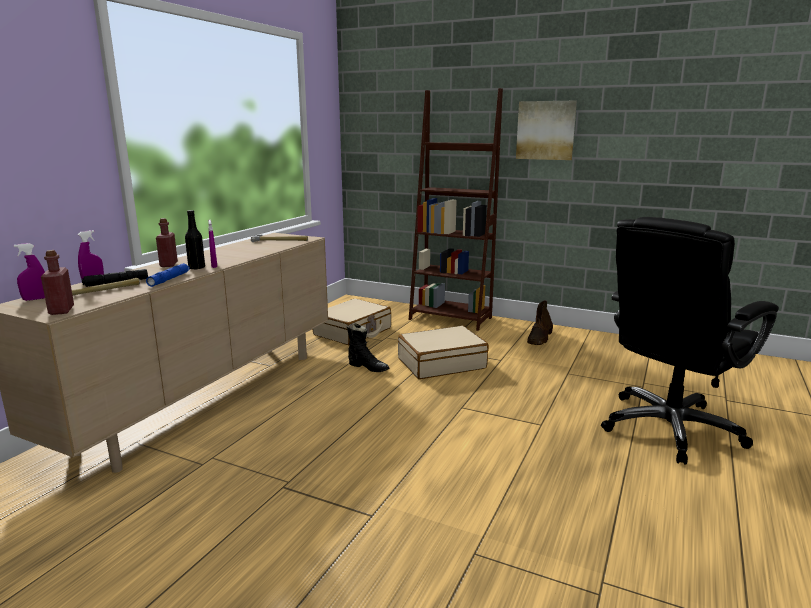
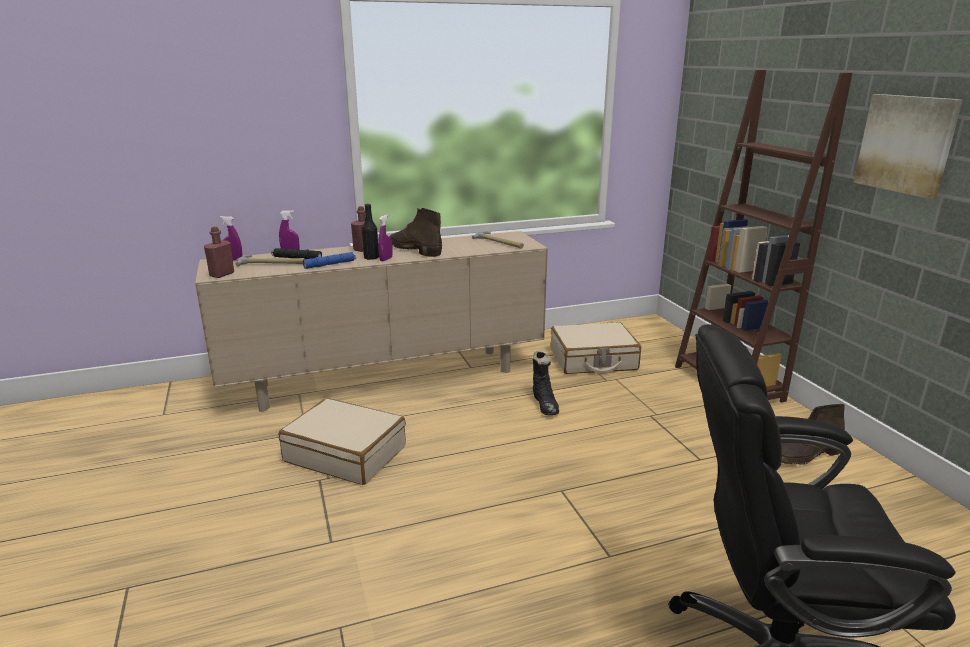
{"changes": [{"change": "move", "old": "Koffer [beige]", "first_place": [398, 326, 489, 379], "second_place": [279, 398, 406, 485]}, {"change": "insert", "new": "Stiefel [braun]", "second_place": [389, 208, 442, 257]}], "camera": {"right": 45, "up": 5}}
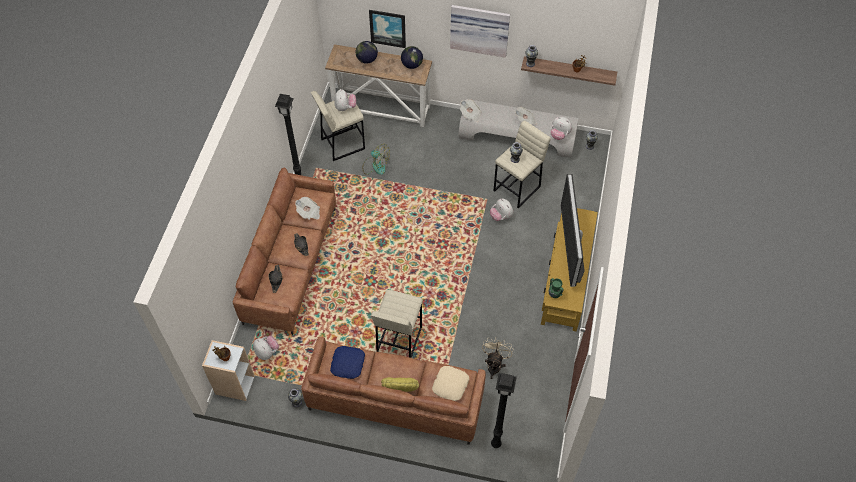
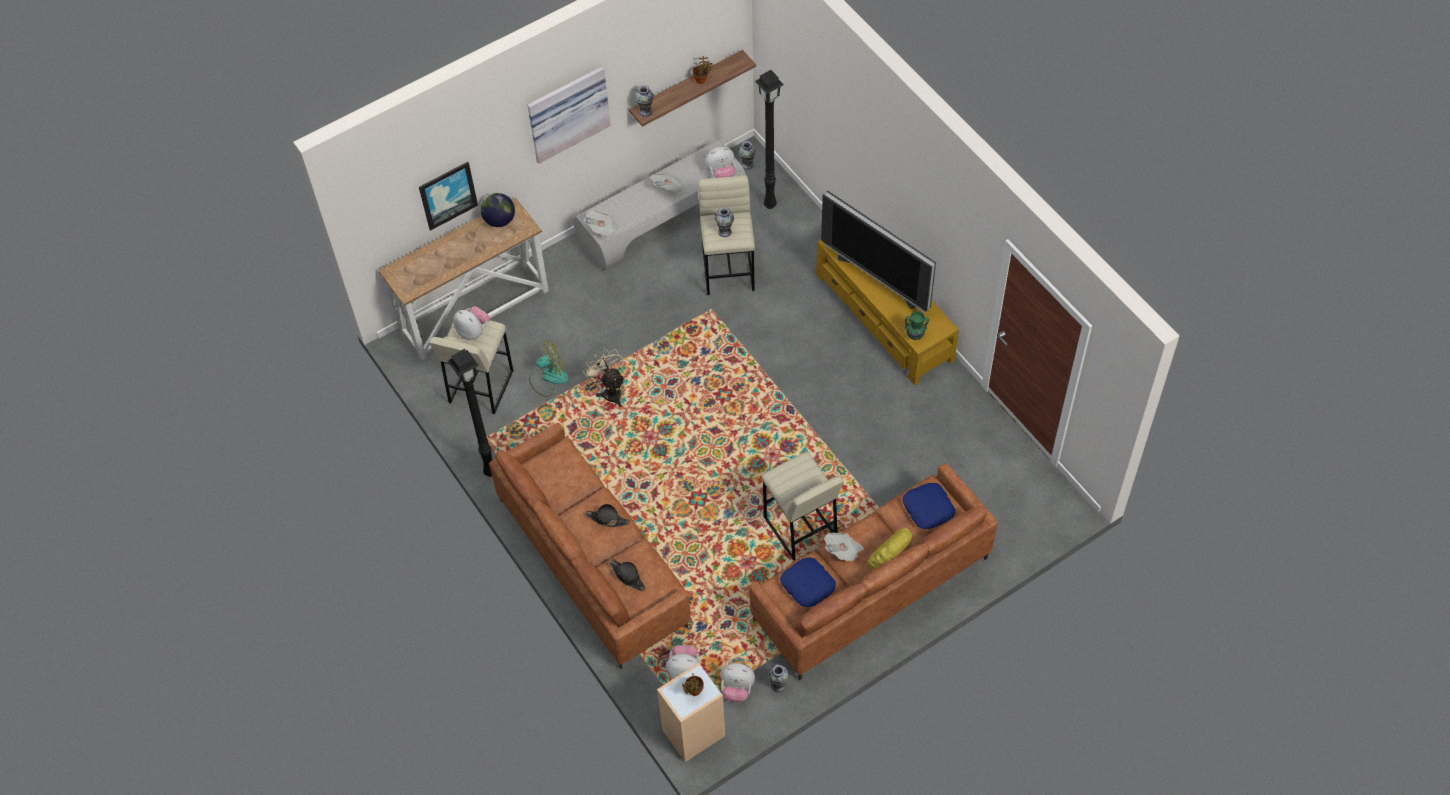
{"changes": [{"change": "move", "old": "Ventilator [beige]", "first_place": [482, 337, 513, 379], "second_place": [583, 349, 625, 407]}, {"change": "move", "old": "Plüschtier", "first_place": [490, 199, 513, 221], "second_place": [720, 663, 755, 702]}, {"change": "move", "old": "Stehlampe [schwarz]", "first_place": [491, 373, 517, 448], "second_place": [755, 70, 784, 209]}, {"change": "move", "old": "Zeitung", "first_place": [295, 197, 320, 220], "second_place": [824, 533, 864, 561]}, {"change": "recolor", "old": "Kissen [beige]", "new": "Kissen [blau]", "first_place": [432, 366, 469, 401], "second_place": [902, 483, 955, 529]}, {"change": "delete", "old": "Globus", "first_place": [356, 41, 378, 64]}], "camera": {"right": -45, "up": 0}}
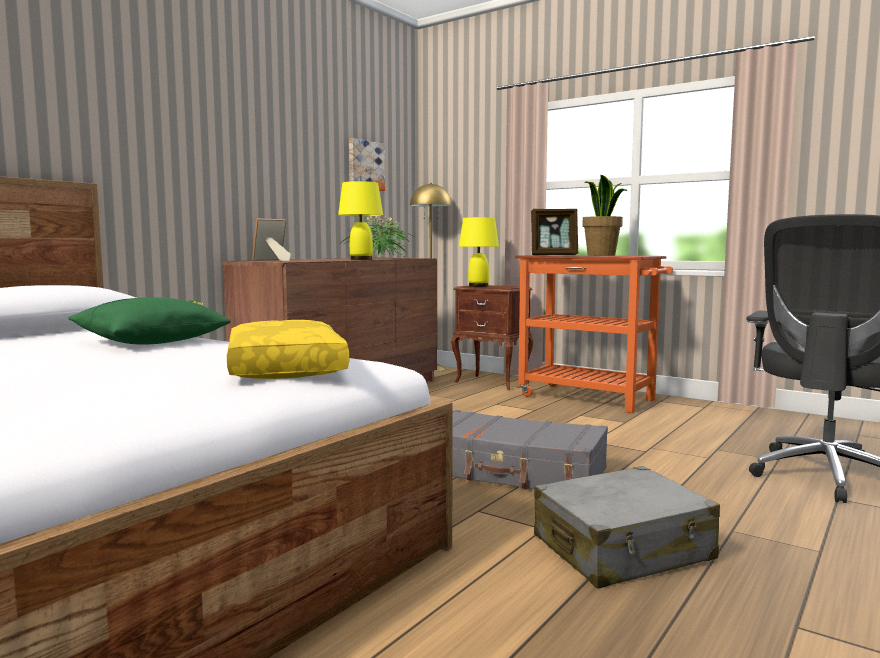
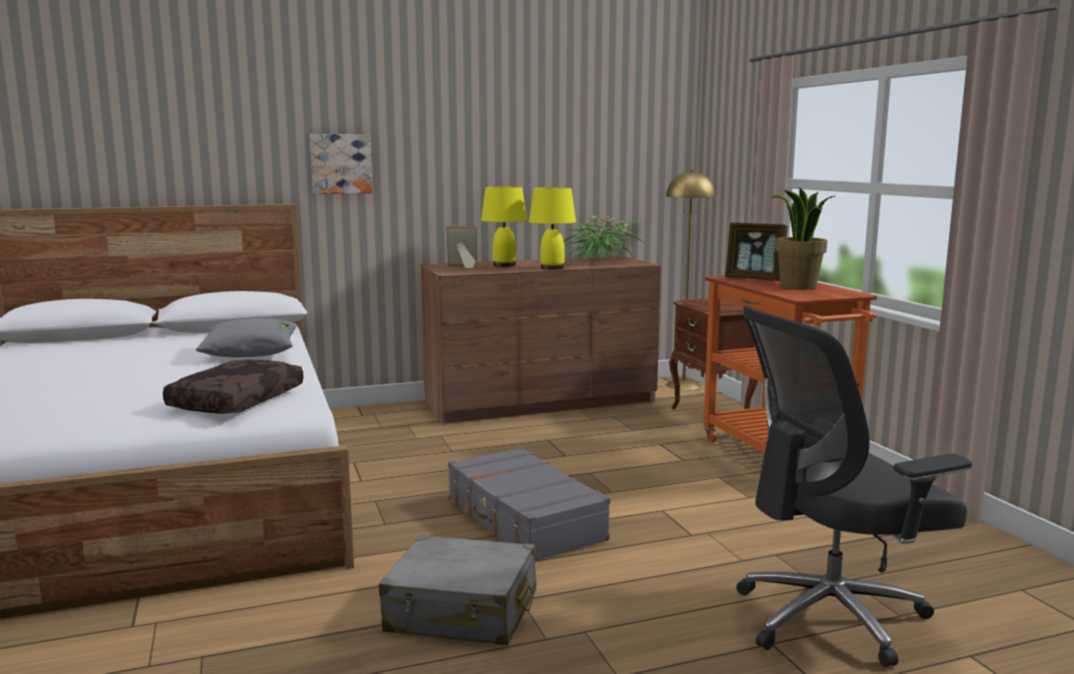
{"changes": [{"change": "recolor", "old": "Kissen [gelb]", "new": "Kissen [braun]", "first_place": [227, 320, 349, 379], "second_place": [163, 359, 304, 414]}, {"change": "recolor", "old": "Kissen [grün]", "new": "Kissen [grau]", "first_place": [68, 297, 231, 345], "second_place": [196, 317, 297, 358]}, {"change": "move", "old": "Bild", "first_place": [349, 138, 385, 191], "second_place": [310, 134, 372, 194]}, {"change": "move", "old": "Tischlampe [gelb]", "first_place": [459, 217, 499, 287], "second_place": [481, 187, 527, 267]}], "camera": {"right": 35, "up": 5}}
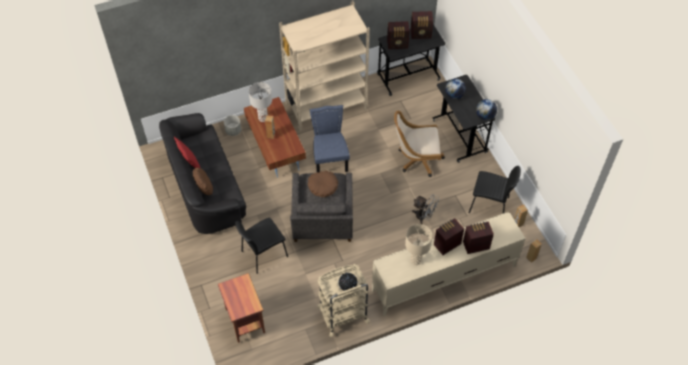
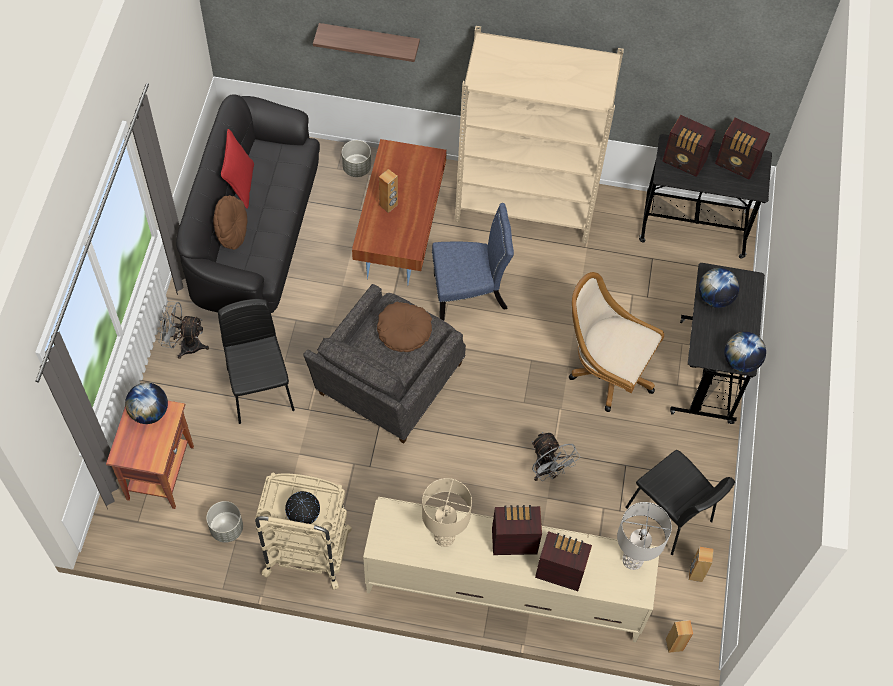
{"changes": [{"change": "insert", "new": "Globus", "second_place": [125, 383, 168, 424]}, {"change": "insert", "new": "Ventilator [grau]", "second_place": [158, 301, 209, 359]}, {"change": "insert", "new": "Pflanzkübel [grau]", "second_place": [206, 501, 243, 543]}, {"change": "rotate", "old": "Stuhl [schwarz]", "first_place": [235, 218, 288, 274], "second_place": [218, 299, 295, 424], "degrees": 75}, {"change": "insert", "new": "Wandregal", "second_place": [313, 23, 420, 62]}, {"change": "rotate", "old": "Stuhl [blau]", "first_place": [310, 105, 350, 172], "second_place": [432, 203, 514, 321], "degrees": 60}, {"change": "move", "old": "Tischlampe [weiß]", "first_place": [249, 82, 272, 122], "second_place": [617, 502, 672, 570]}], "camera": {"right": 30, "up": 5}}
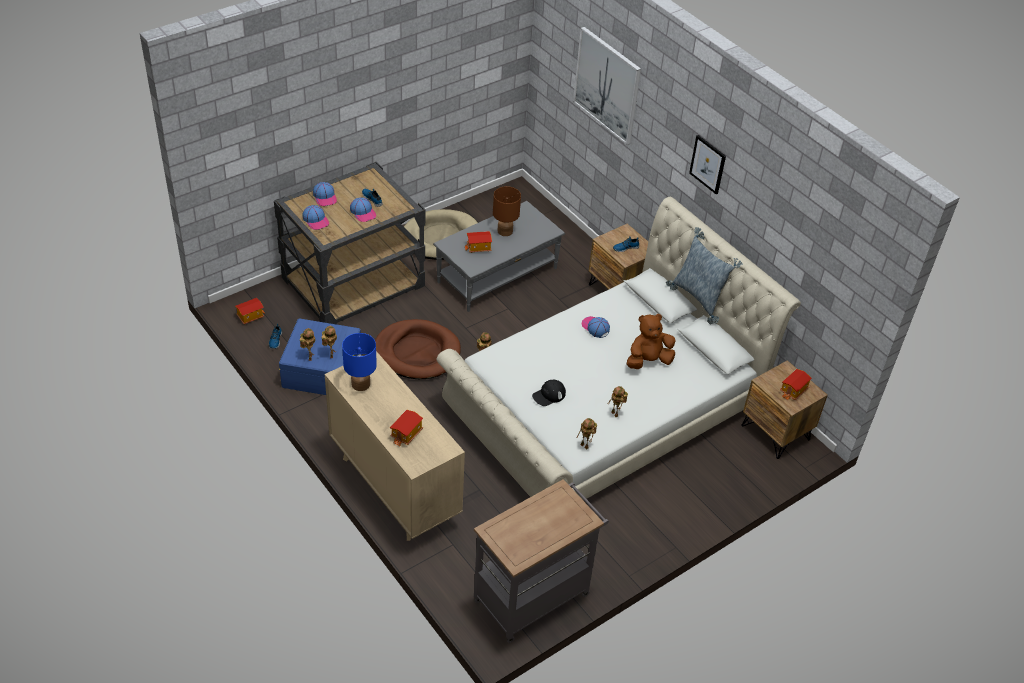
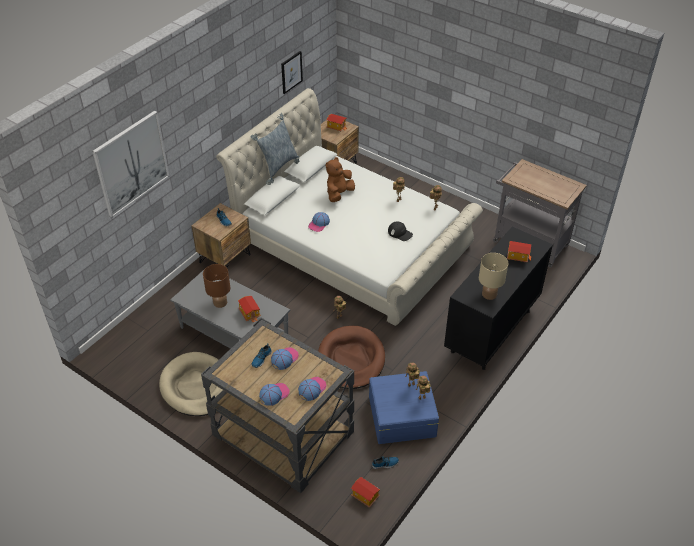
{"changes": [{"change": "move", "old": "Bild", "first_place": [689, 135, 726, 194], "second_place": [281, 51, 303, 94]}, {"change": "rotate", "old": "Plüschtier [braun]", "first_place": [627, 314, 676, 369], "second_place": [326, 157, 355, 202], "degrees": 75}, {"change": "recolor", "old": "Kommode [beige]", "new": "Kommode [schwarz]", "first_place": [325, 351, 465, 541], "second_place": [444, 227, 553, 370]}, {"change": "recolor", "old": "Tischlampe [blau]", "new": "Tischlampe [beige]", "first_place": [342, 333, 377, 391], "second_place": [479, 253, 508, 300]}], "camera": {"right": -105, "up": 0}}
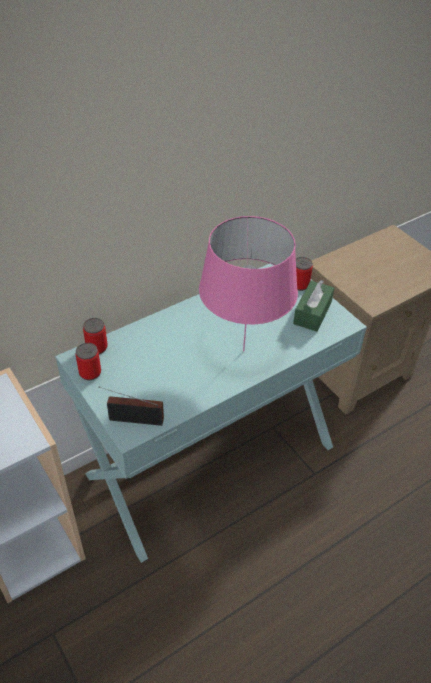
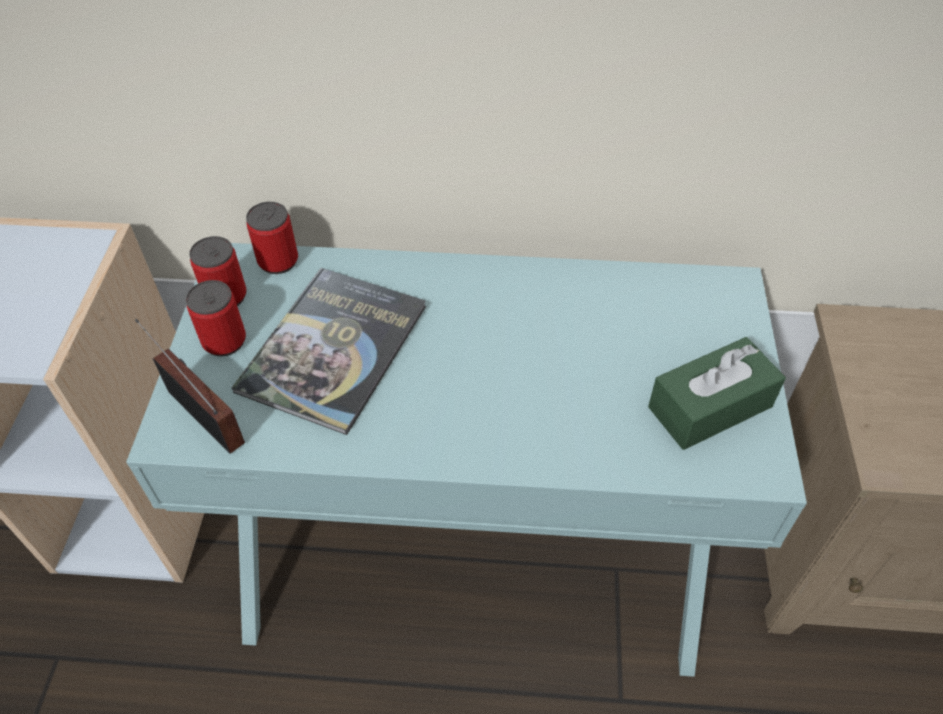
{"changes": [{"change": "move", "old": "Dose", "first_place": [296, 257, 313, 291], "second_place": [186, 280, 246, 356]}, {"change": "insert", "new": "Buch", "second_place": [232, 268, 426, 435]}, {"change": "delete", "old": "Tischlampe [rosa]", "first_place": [199, 216, 298, 352]}], "camera": {"right": 40, "up": 5}}
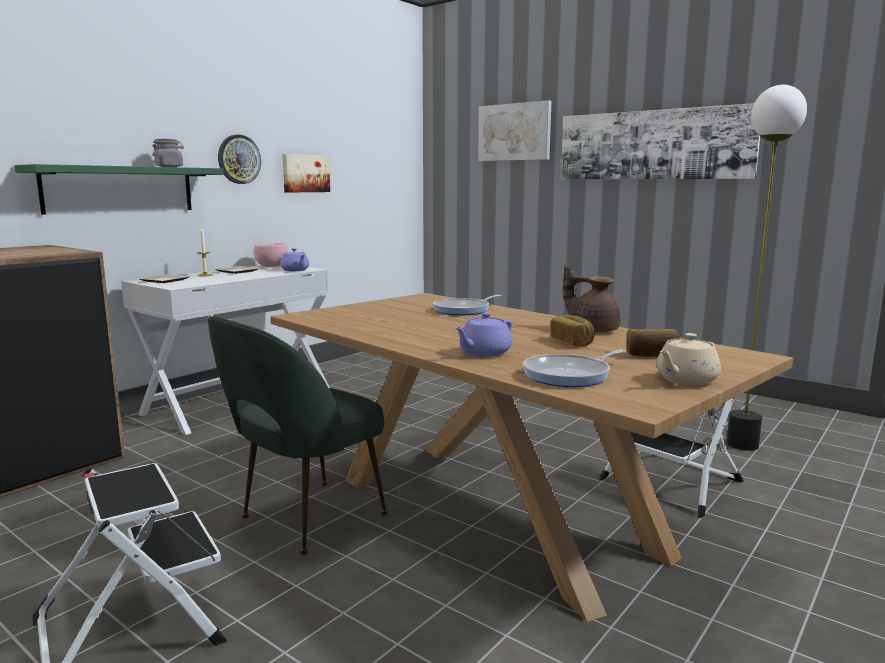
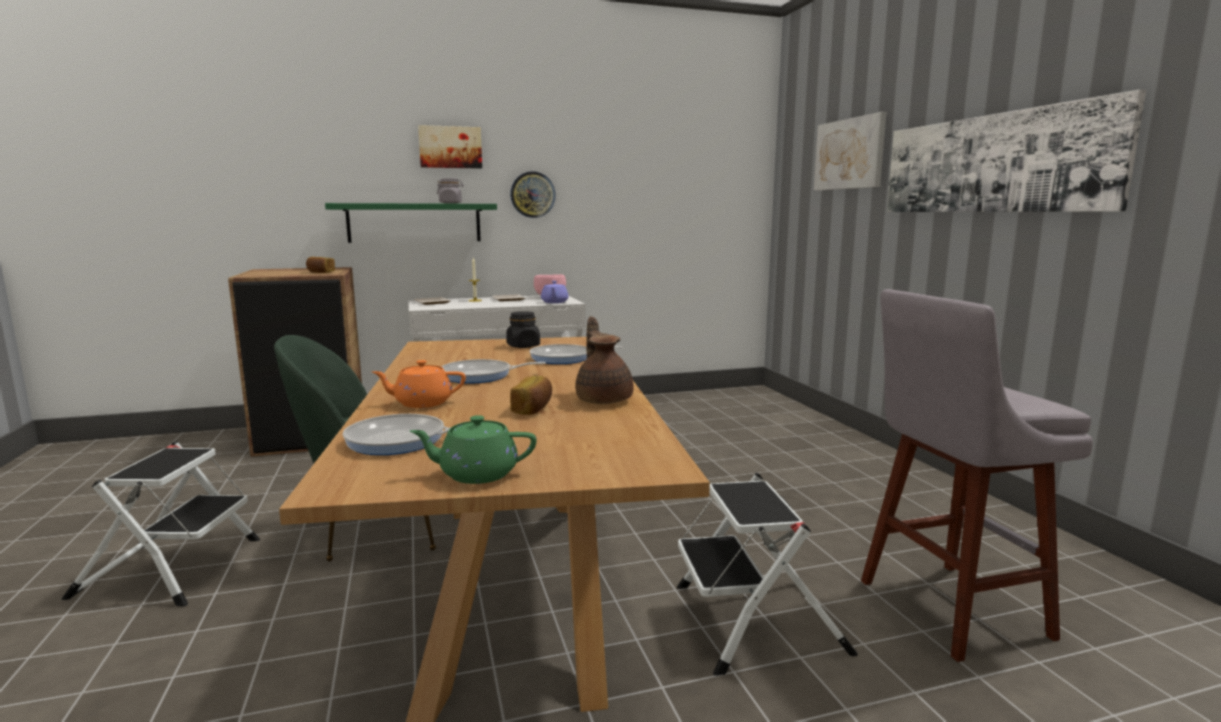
{"changes": [{"change": "move", "old": "Brot", "first_place": [627, 329, 680, 357], "second_place": [306, 257, 335, 273]}, {"change": "recolor", "old": "Teekanne [lila]", "new": "Teekanne [orange]", "first_place": [455, 312, 512, 357], "second_place": [372, 360, 466, 408]}, {"change": "recolor", "old": "Teekanne [beige]", "new": "Teekanne [grün]", "first_place": [656, 333, 721, 385], "second_place": [410, 415, 537, 484]}, {"change": "move", "old": "Bild", "first_place": [283, 154, 330, 193], "second_place": [418, 125, 482, 169]}, {"change": "insert", "new": "Pfanne", "second_place": [441, 359, 546, 384]}, {"change": "insert", "new": "Vorratsglas [schwarz]", "second_place": [506, 311, 540, 348]}, {"change": "replace", "old": "Stehlampe", "new": "Hocker [grau]", "first_place": [727, 85, 807, 451], "second_place": [861, 289, 1093, 662]}], "camera": {"right": 35, "up": 0}}
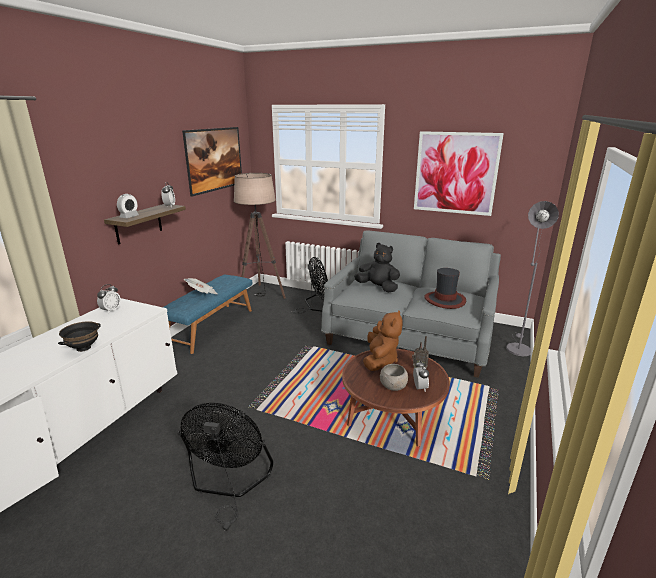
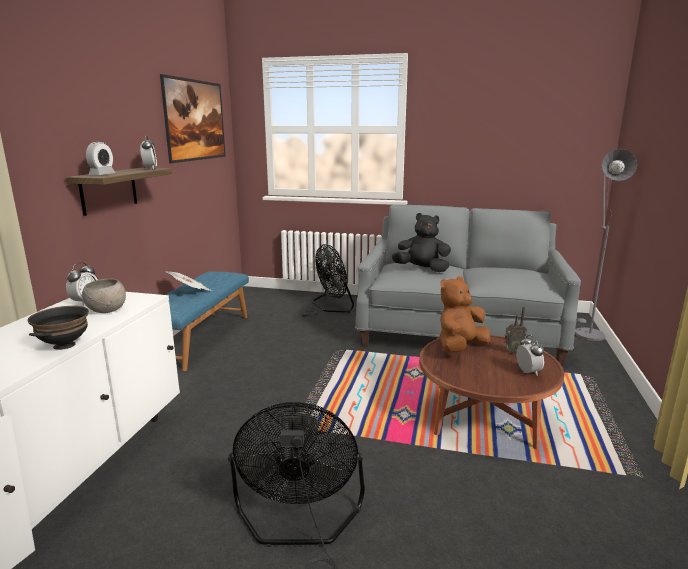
{"changes": [{"change": "move", "old": "Schüssel [grau]", "first_place": [380, 364, 408, 391], "second_place": [82, 279, 126, 313]}, {"change": "rotate", "old": "Plüschtier [braun]", "first_place": [363, 310, 402, 371], "second_place": [439, 276, 490, 353], "degrees": -135}, {"change": "delete", "old": "Stehlampe", "first_place": [234, 173, 286, 303]}, {"change": "delete", "old": "Bild", "first_place": [414, 131, 504, 216]}, {"change": "delete", "old": "Hut", "first_place": [424, 268, 466, 309]}], "camera": {"right": -10, "up": -5}}
